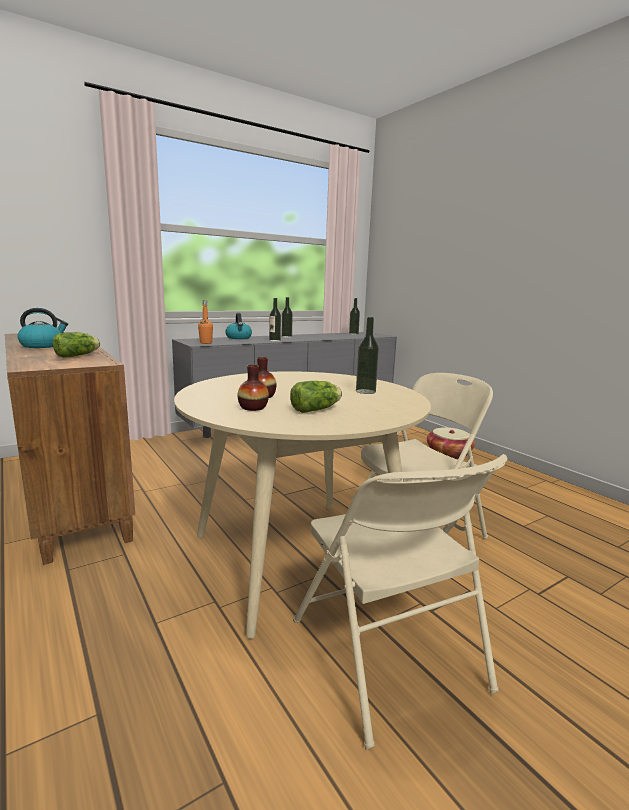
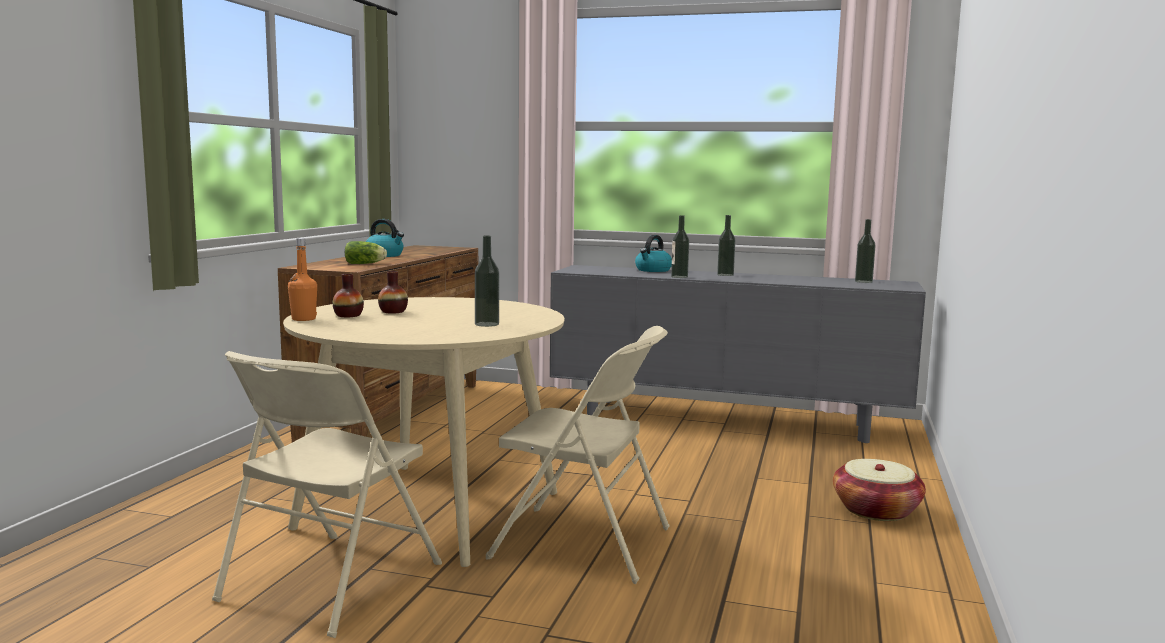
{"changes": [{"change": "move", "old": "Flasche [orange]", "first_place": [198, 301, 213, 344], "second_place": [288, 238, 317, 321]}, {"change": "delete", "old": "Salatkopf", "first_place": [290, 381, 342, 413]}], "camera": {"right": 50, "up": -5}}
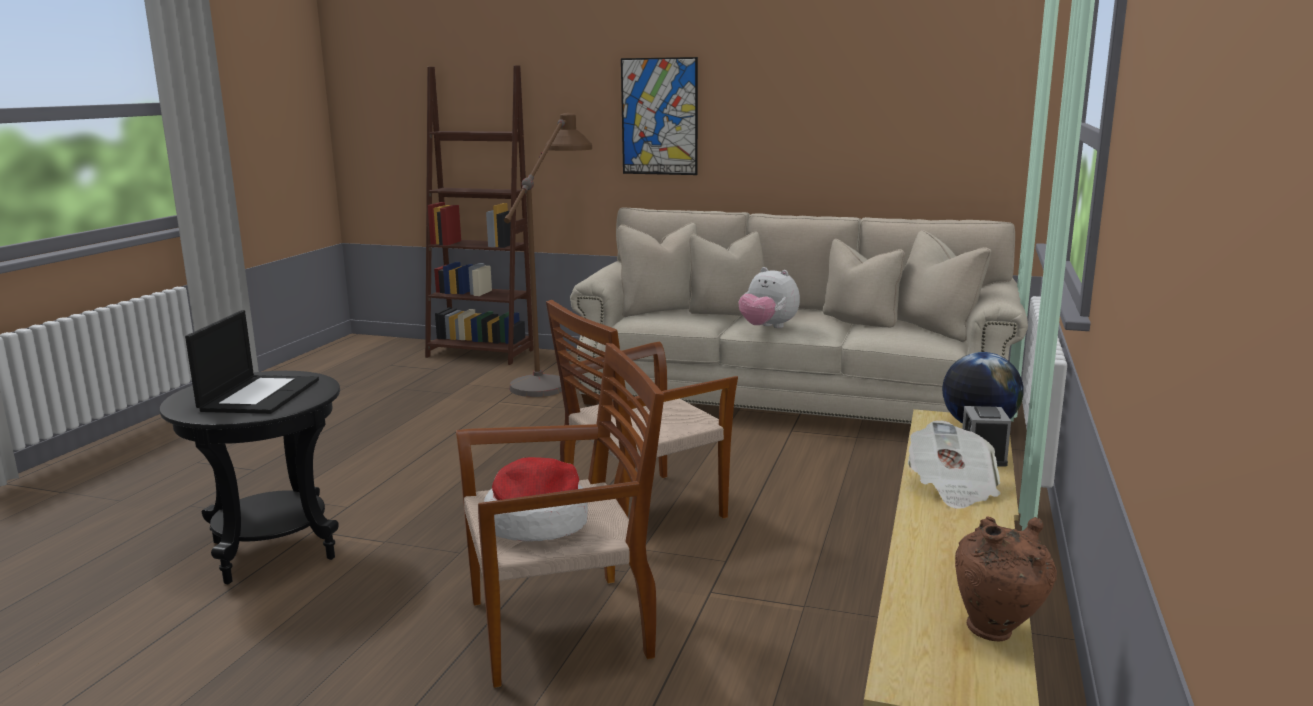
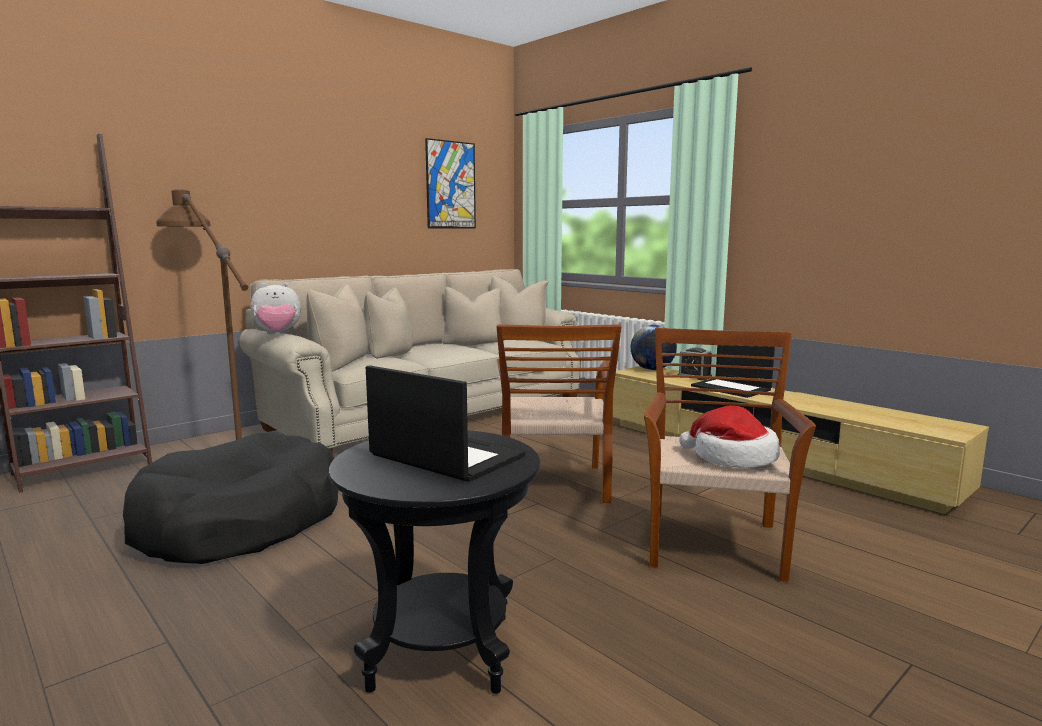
{"changes": [{"change": "insert", "new": "Hundebett [schwarz]", "second_place": [123, 432, 338, 564]}, {"change": "move", "old": "Plüschtier", "first_place": [739, 267, 800, 328], "second_place": [250, 283, 301, 334]}, {"change": "move", "old": "Bild", "first_place": [621, 57, 698, 175], "second_place": [425, 138, 476, 229]}, {"change": "replace", "old": "Zeitung", "new": "Laptop", "first_place": [908, 421, 1000, 509], "second_place": [691, 345, 775, 398]}, {"change": "delete", "old": "Vase [braun]", "first_place": [955, 516, 1057, 641]}], "camera": {"right": -60, "up": -5}}
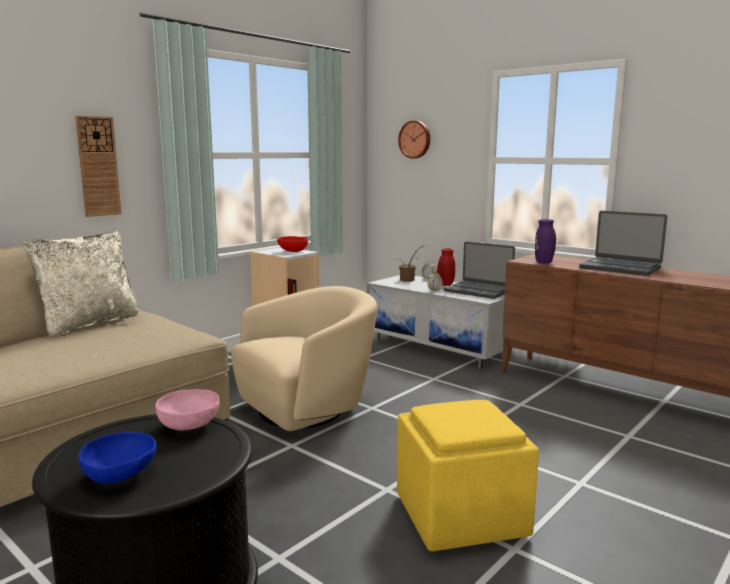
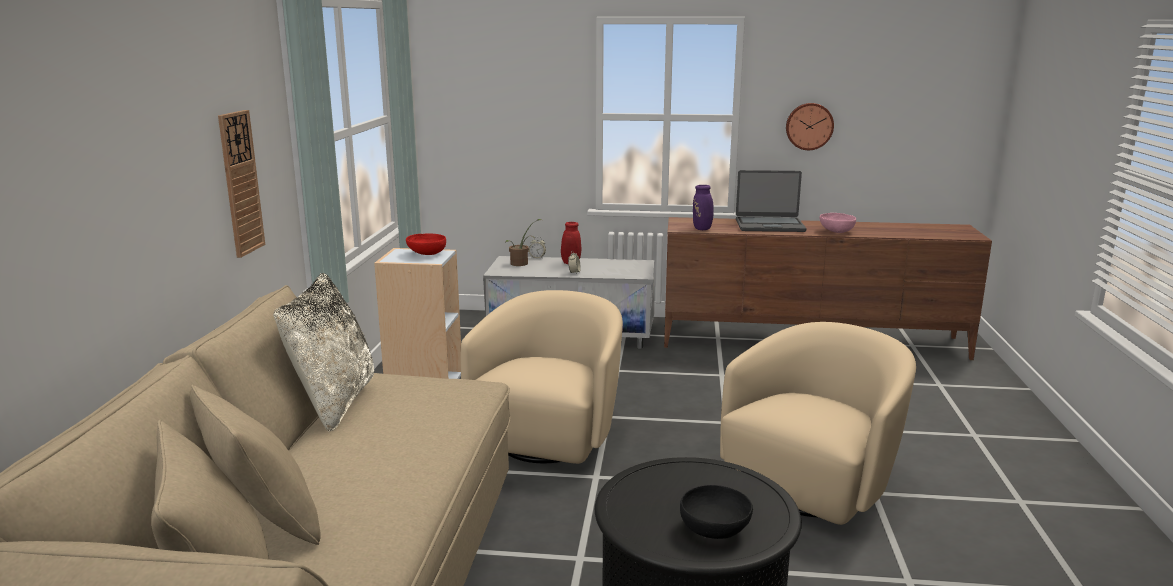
{"changes": [{"change": "recolor", "old": "Schüssel [blau]", "new": "Schüssel [schwarz]", "first_place": [78, 432, 157, 484], "second_place": [680, 485, 753, 539]}, {"change": "replace", "old": "Polsterhocker [gelb]", "new": "Sessel [beige]", "first_place": [397, 400, 539, 551], "second_place": [720, 322, 916, 525]}, {"change": "move", "old": "Wanduhr", "first_place": [398, 121, 430, 159], "second_place": [786, 103, 834, 150]}, {"change": "move", "old": "Schüssel [rosa]", "first_place": [155, 389, 220, 431], "second_place": [819, 213, 856, 233]}, {"change": "delete", "old": "Laptop", "first_place": [444, 242, 515, 299]}], "camera": {"right": -35, "up": 5}}
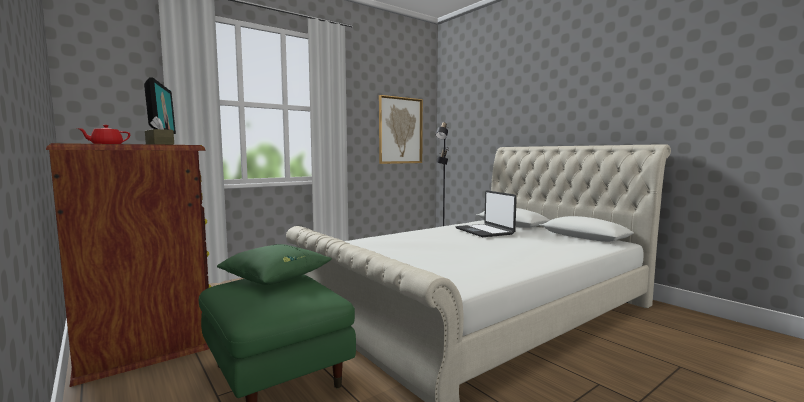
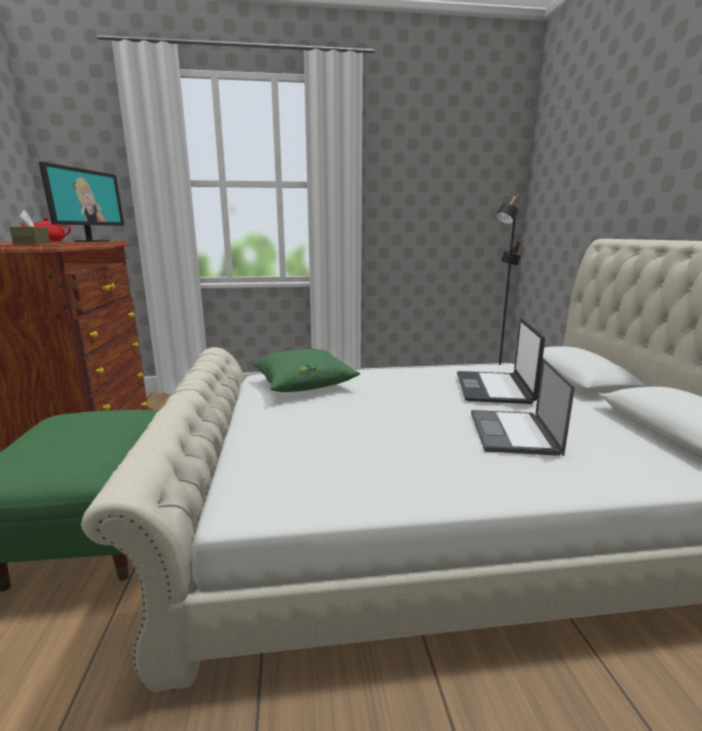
{"changes": [{"change": "move", "old": "Kissen [grün]", "first_place": [217, 244, 332, 285], "second_place": [253, 348, 360, 392]}, {"change": "insert", "new": "Laptop", "second_place": [471, 358, 575, 456]}, {"change": "delete", "old": "Bild", "first_place": [379, 95, 423, 164]}], "camera": {"right": 30, "up": 10}}
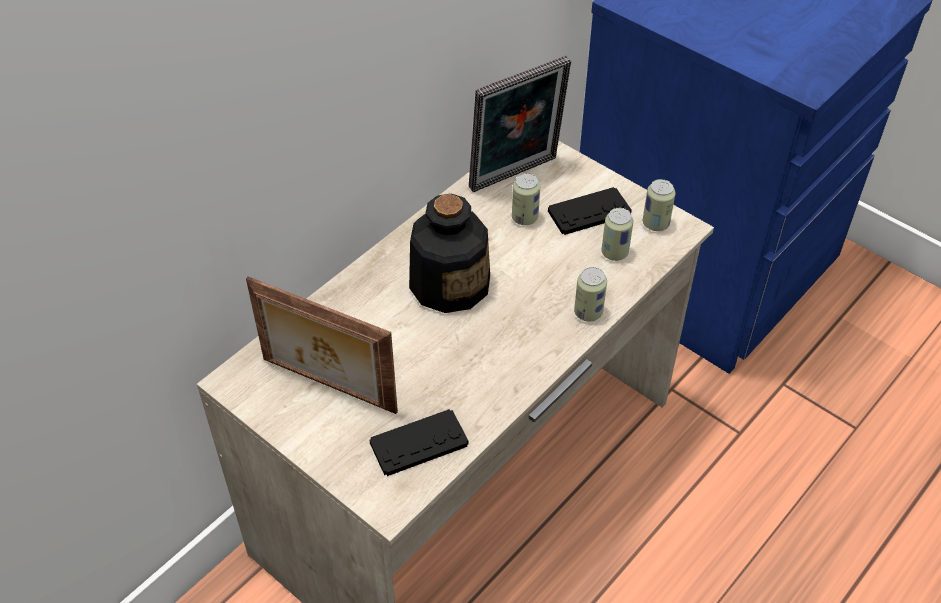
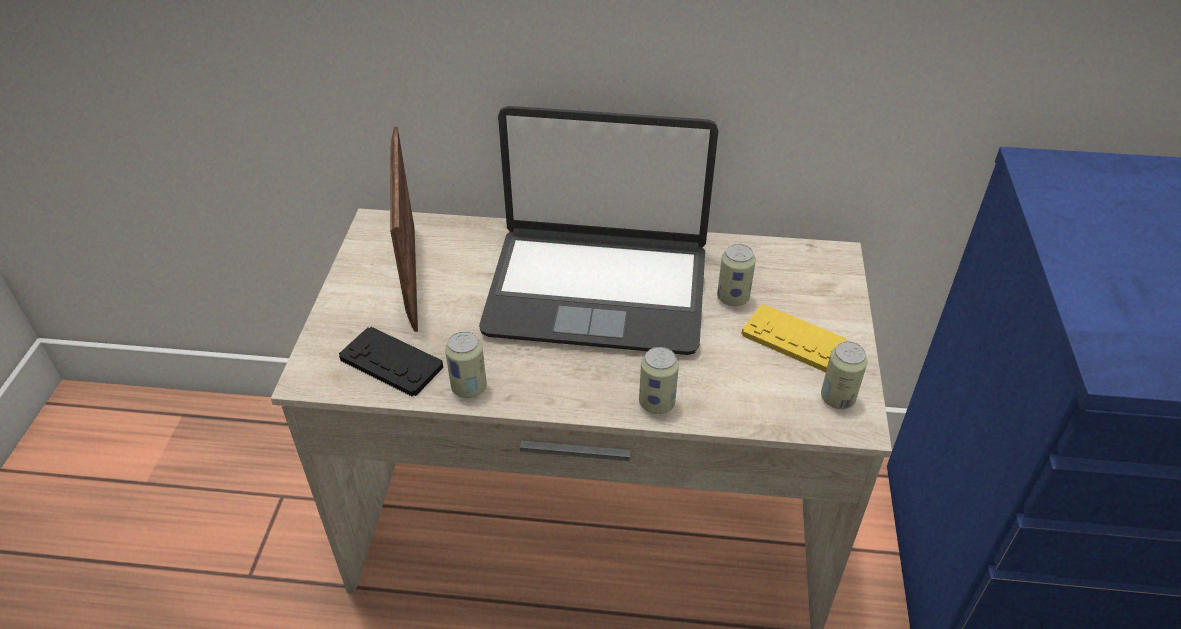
{"changes": [{"change": "move", "old": "Dose", "first_place": [602, 208, 633, 261], "second_place": [445, 332, 487, 398]}, {"change": "replace", "old": "Flasche", "new": "Laptop", "first_place": [409, 194, 490, 313], "second_place": [479, 106, 718, 355]}, {"change": "recolor", "old": "Gamepad [schwarz]", "new": "Gamepad [gelb]", "first_place": [548, 187, 632, 235], "second_place": [741, 304, 847, 372]}, {"change": "delete", "old": "Bilderrahmen", "first_place": [469, 56, 571, 192]}], "camera": {"right": 55, "up": -5}}
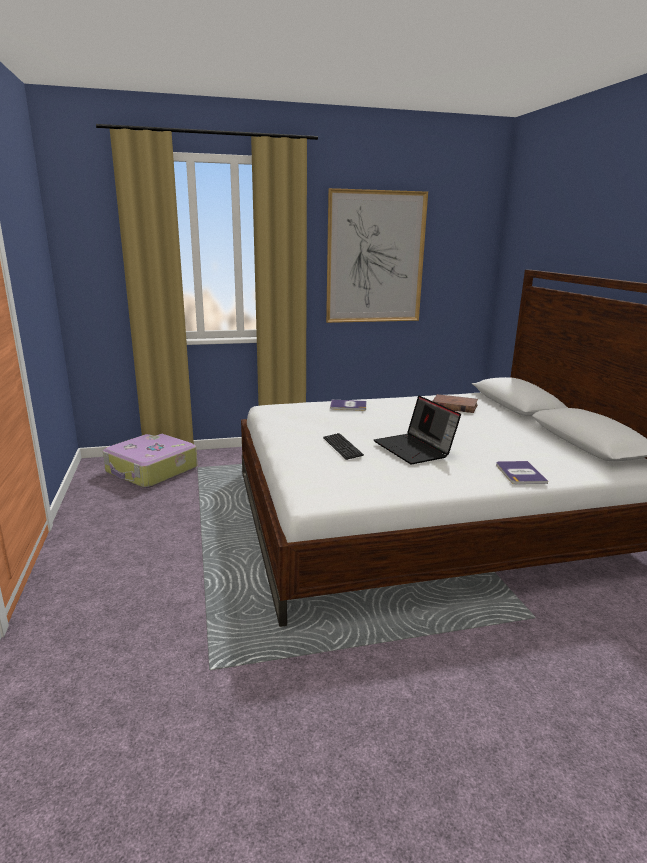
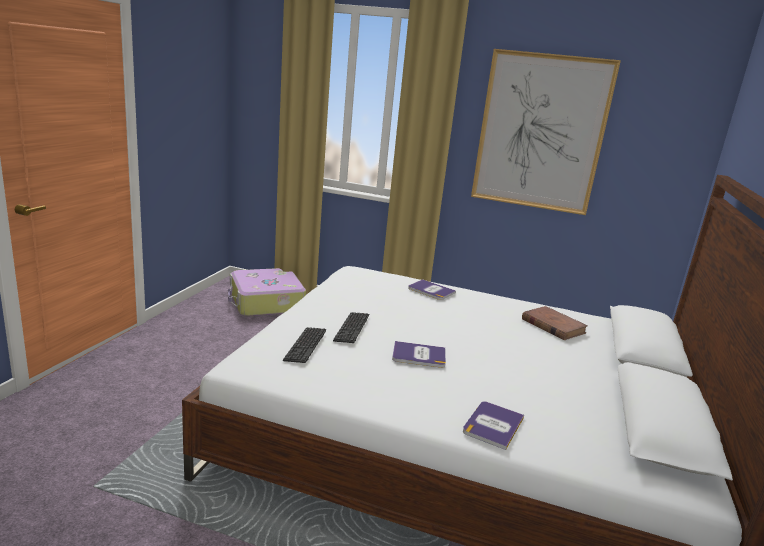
{"changes": [{"change": "insert", "new": "Tastatur", "second_place": [283, 327, 326, 363]}, {"change": "replace", "old": "Laptop", "new": "Buch", "first_place": [374, 396, 461, 464], "second_place": [392, 341, 446, 368]}], "camera": {"right": 30, "up": 0}}
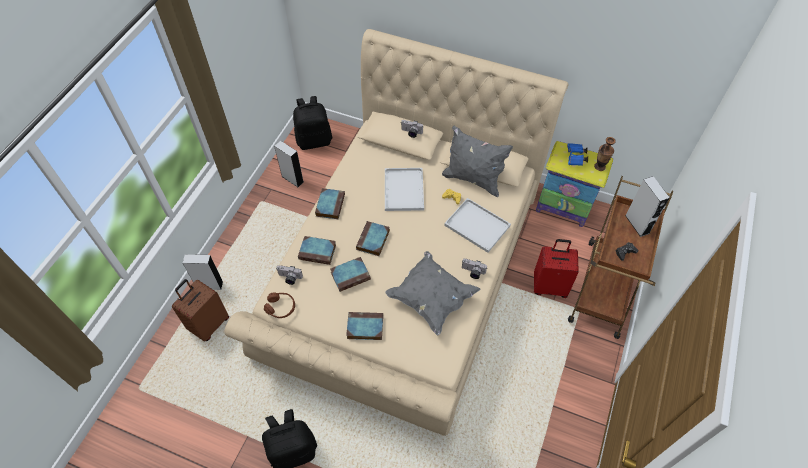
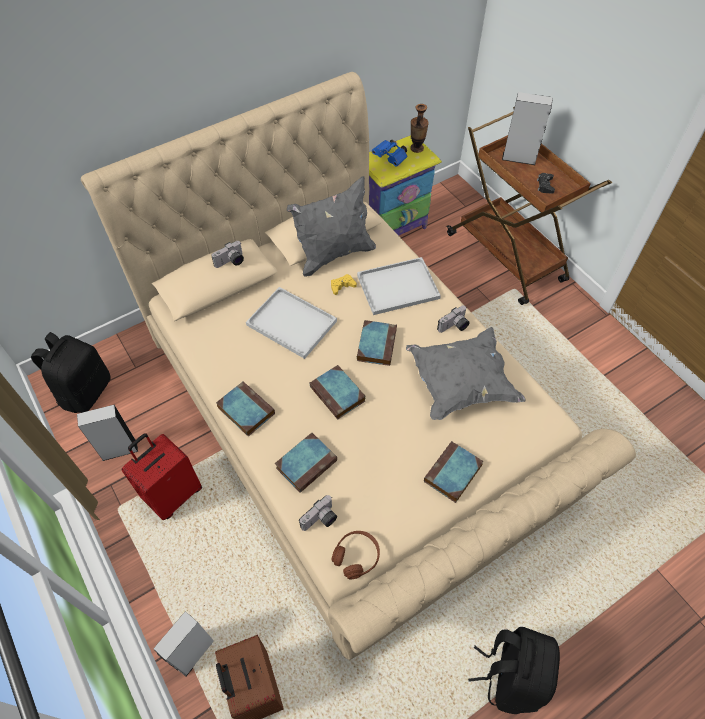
{"changes": [{"change": "move", "old": "Koffer [rot]", "first_place": [534, 239, 579, 298], "second_place": [121, 433, 202, 520]}, {"change": "move", "old": "Buch", "first_place": [330, 257, 371, 292], "second_place": [357, 320, 397, 366]}], "camera": {"right": -55, "up": 0}}
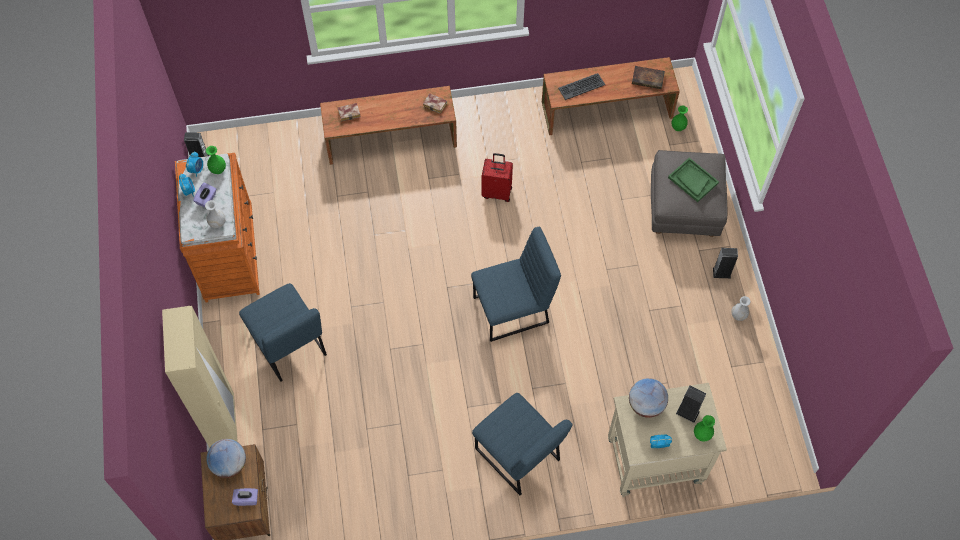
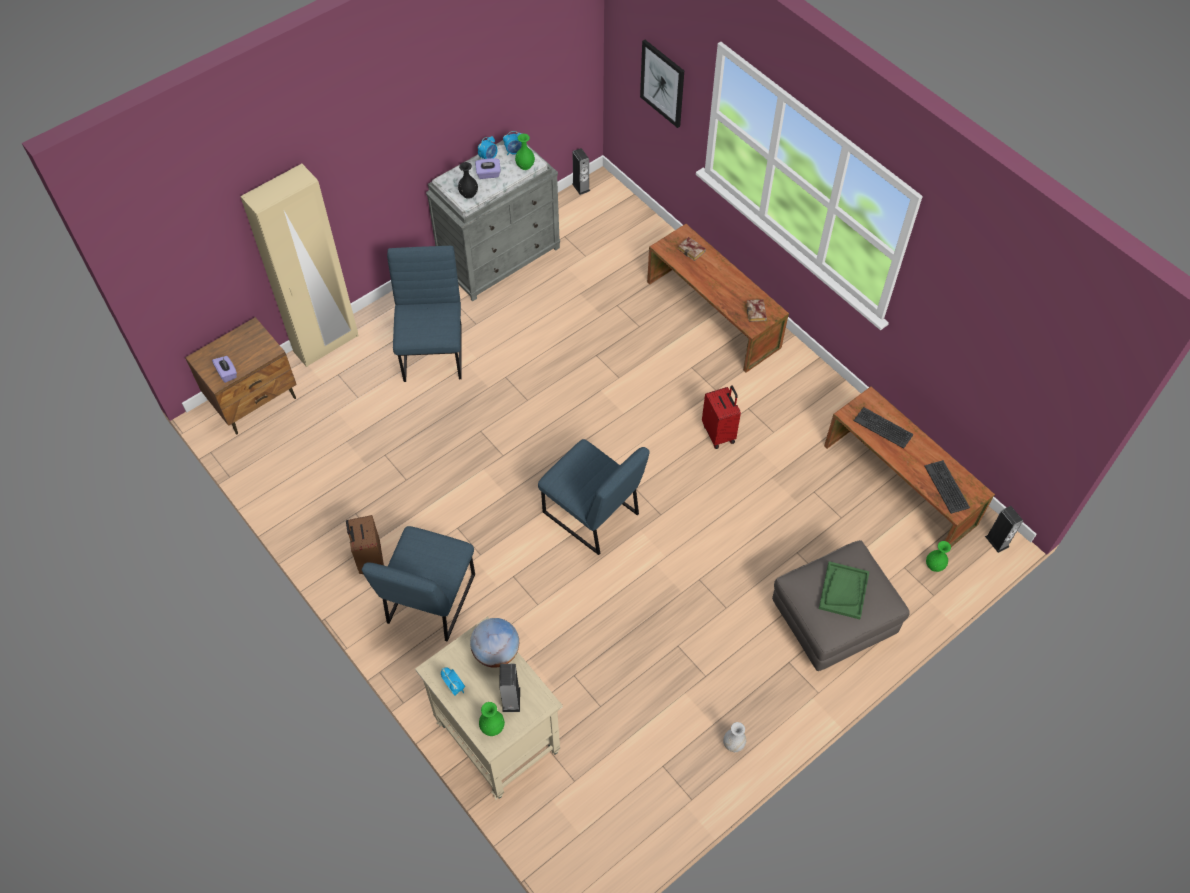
{"changes": [{"change": "insert", "new": "Koffer [braun]", "second_place": [346, 515, 384, 574]}, {"change": "rotate", "old": "Stuhl [blau]", "first_place": [239, 283, 327, 382], "second_place": [387, 246, 462, 382], "degrees": 150}, {"change": "recolor", "old": "Kommode [orange]", "new": "Kommode [grau]", "first_place": [175, 153, 260, 302], "second_place": [426, 140, 560, 301]}, {"change": "recolor", "old": "Vase [weiß]", "new": "Vase [schwarz]", "first_place": [205, 200, 226, 228], "second_place": [458, 162, 478, 199]}, {"change": "insert", "new": "Bild", "second_place": [640, 40, 684, 128]}, {"change": "replace", "old": "Buch", "new": "Tastatur", "first_place": [632, 66, 665, 89], "second_place": [924, 460, 970, 514]}, {"change": "move", "old": "Lautsprecher", "first_place": [713, 248, 738, 278], "second_place": [985, 506, 1023, 553]}, {"change": "delete", "old": "Globus", "first_place": [206, 439, 246, 478]}], "camera": {"right": 60, "up": -5}}
